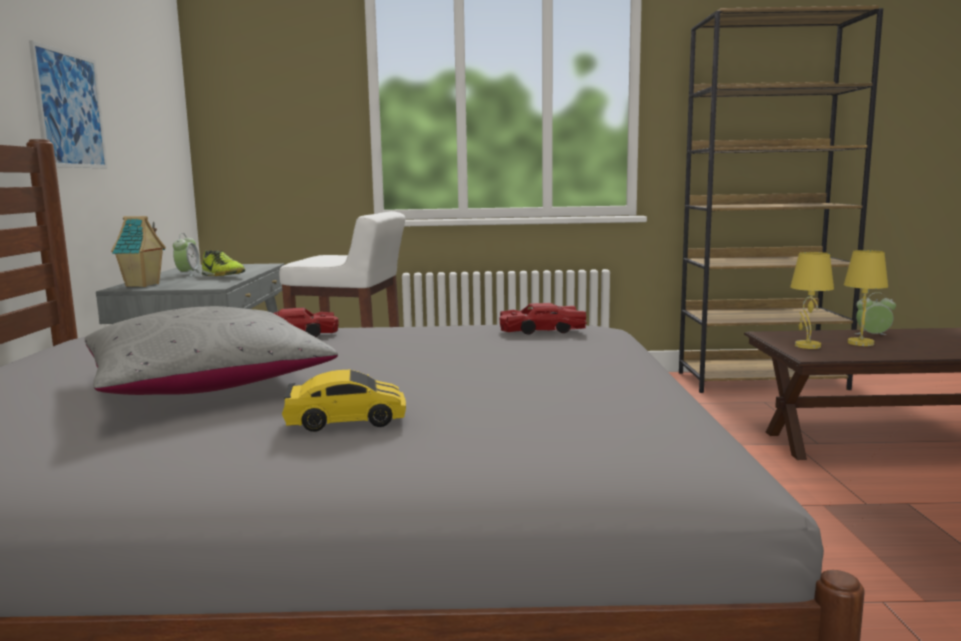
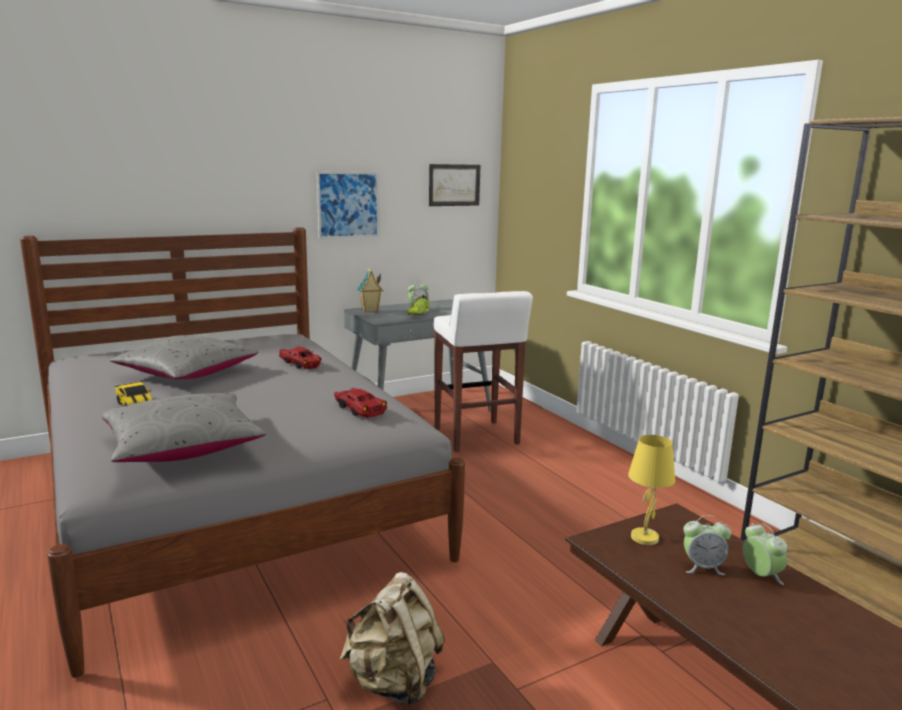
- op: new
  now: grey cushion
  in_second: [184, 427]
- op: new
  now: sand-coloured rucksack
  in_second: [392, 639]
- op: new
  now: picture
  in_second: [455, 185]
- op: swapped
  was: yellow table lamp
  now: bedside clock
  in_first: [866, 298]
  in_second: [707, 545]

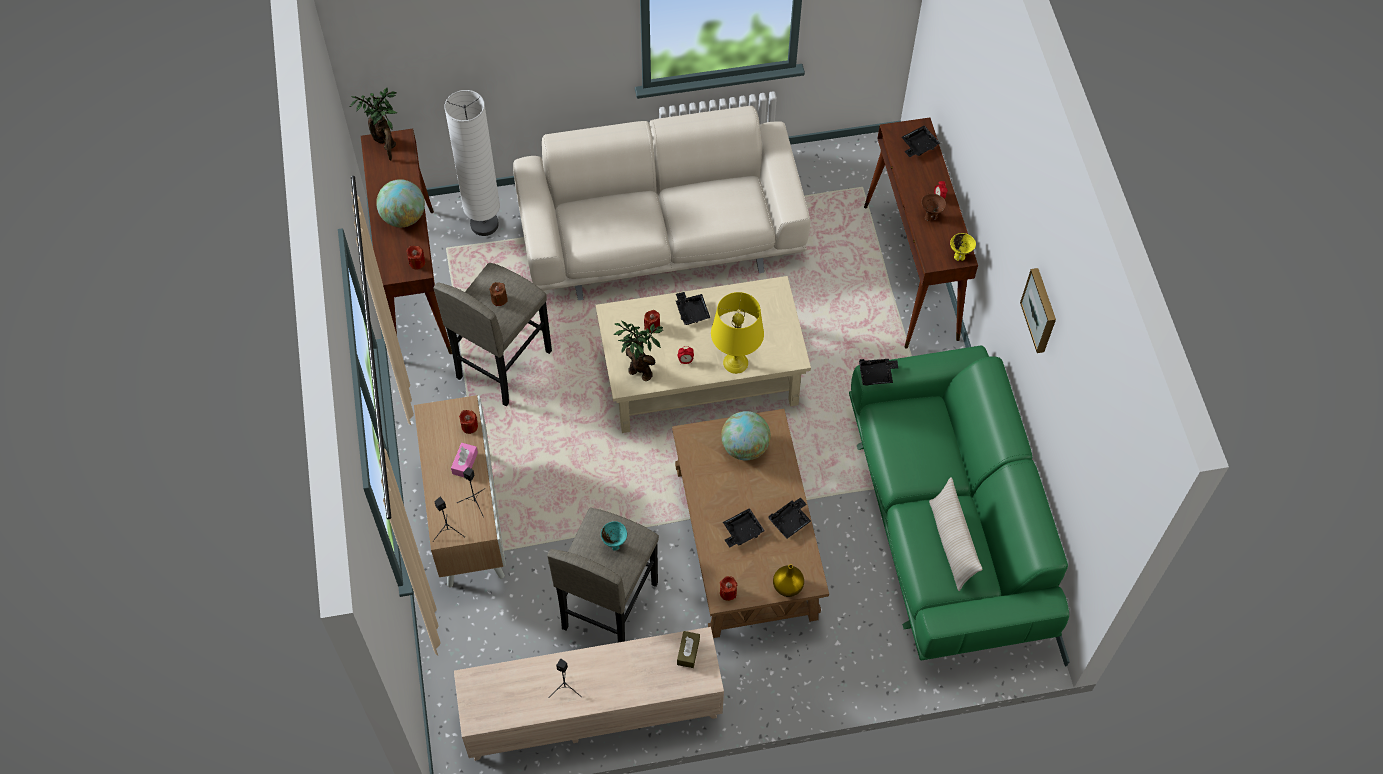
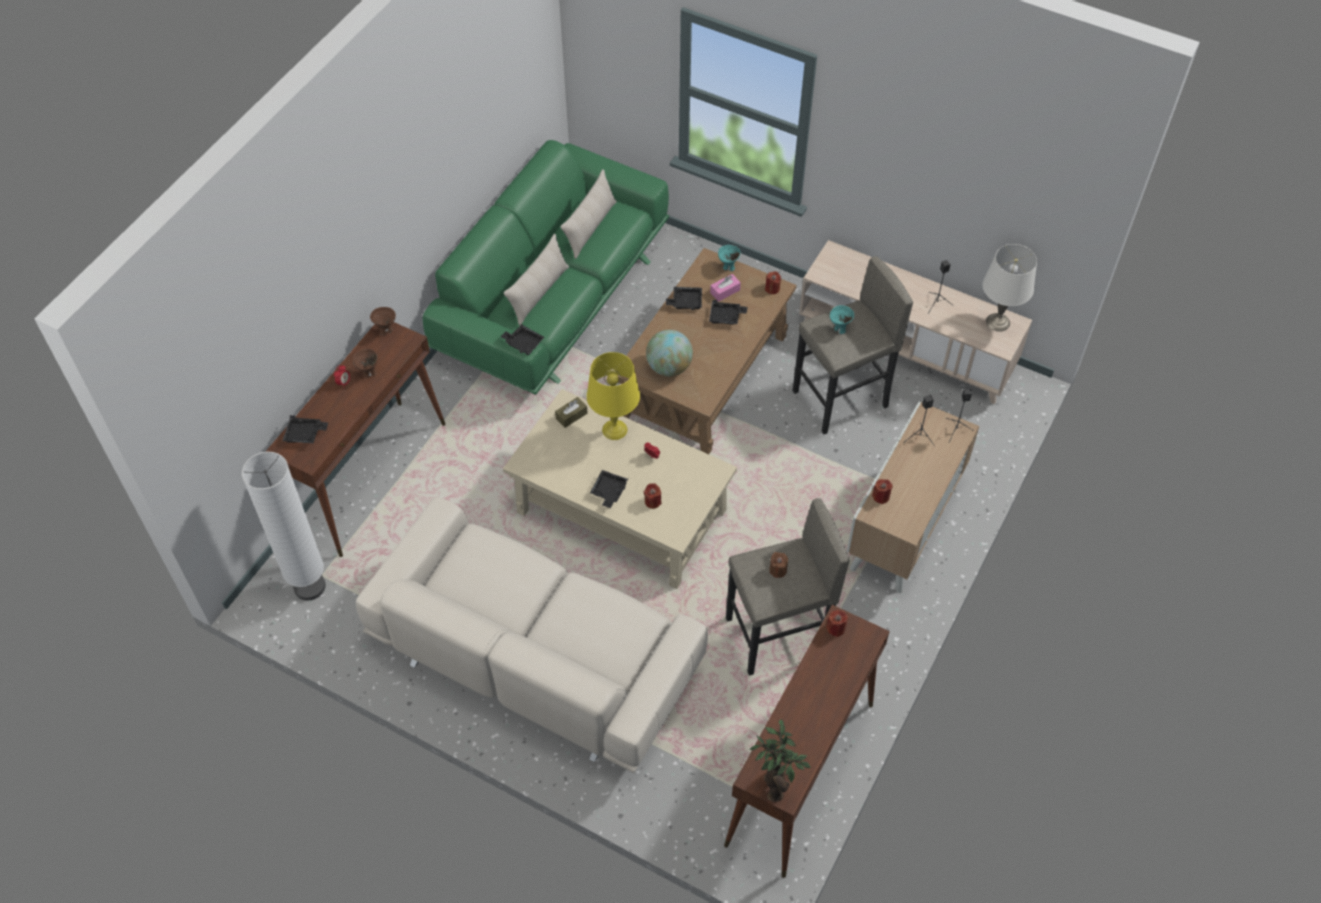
- op: gone
  was: globe
  in_first: [400, 203]
- op: gone
  was: houseplant
  in_first: [638, 350]
- op: gone
  was: picture
  in_first: [1038, 310]
- op: new
  now: sand-coloured cushion
  in_second: [536, 280]
- op: new
  now: whitish table lamp
  in_second: [1010, 288]
- op: shifted
  was: whitish standard lamp
  in_first: [472, 163]
  in_second: [284, 526]
- op: shifted
  was: pinkish box of tissues
  in_first: [464, 460]
  in_second: [725, 288]
- op: shifted
  was: brown-coloured box of tissues
  in_first: [688, 649]
  in_second: [571, 412]
- op: swapped
  was: yellow vase
  now: turquoise-coloured deep dish
  in_first: [788, 580]
  in_second: [729, 258]
- op: repainted
  was: yellow deep dish
  now: brown-coloured deep dish
  in_first: [963, 247]
  in_second: [383, 321]

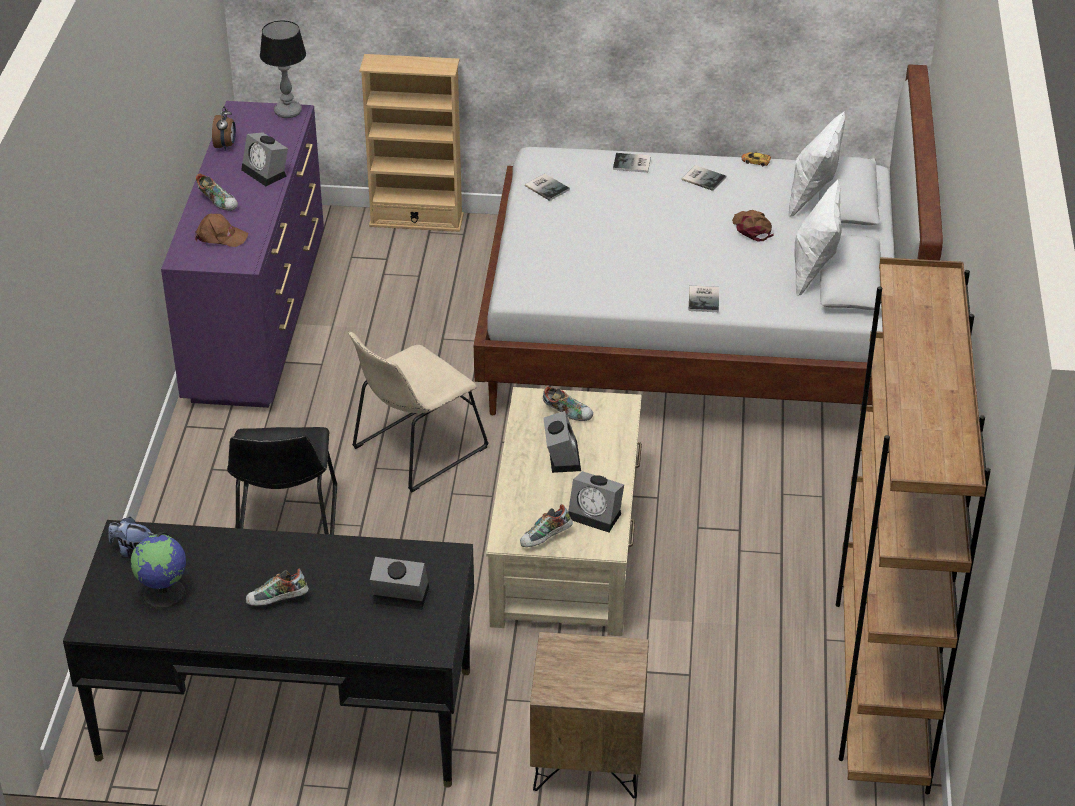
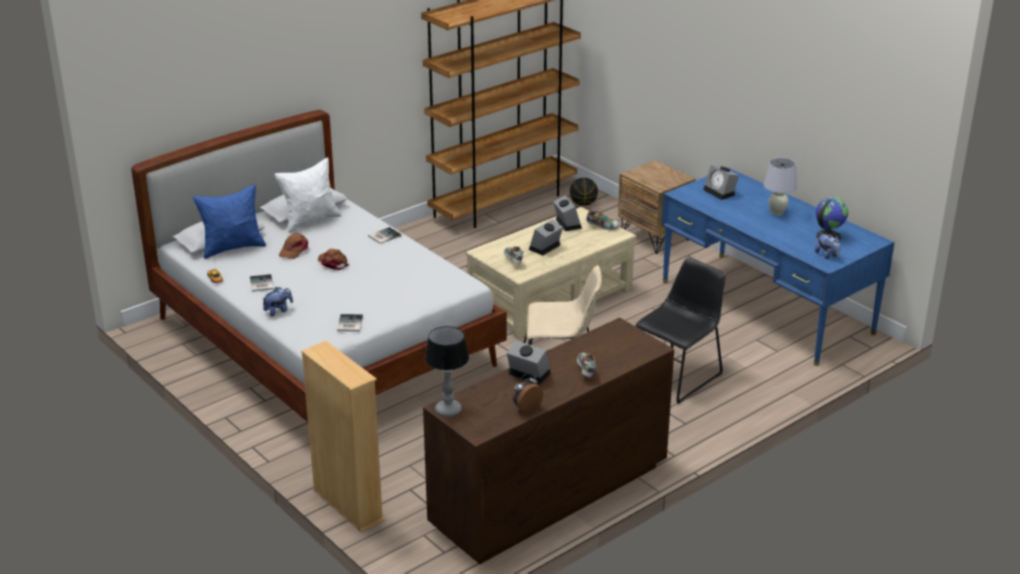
- op: new
  now: basketball ball
  in_second: [584, 192]
- op: shifted
  was: brown-coloured cap
  in_first: [221, 230]
  in_second: [333, 259]
- op: swapped
  was: shoe
  now: whitish table lamp
  in_first: [277, 587]
  in_second: [780, 187]
- op: swapped
  was: bound book
  now: cuddly toy
  in_first: [632, 163]
  in_second: [277, 302]
- op: repainted
  was: blackish desk unit
  now: blue-coloured desk unit
  in_first: [268, 654]
  in_second: [777, 267]
- op: repainted
  was: purplish dresser
  now: brown-coloured dresser
  in_first: [242, 254]
  in_second: [548, 440]
- op: repainted
  was: whitish cushion
  now: blue-coloured cushion
  in_first: [817, 164]
  in_second: [229, 221]
- op: rotated
  was: bedside clock
  in_first: [264, 159]
  in_second: [529, 362]
  clockwise: -60

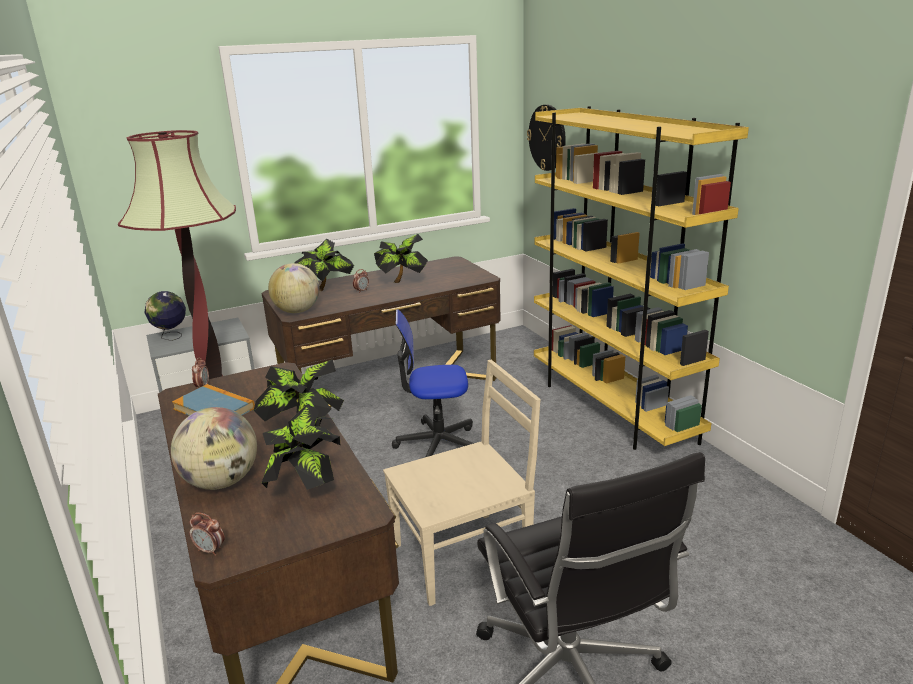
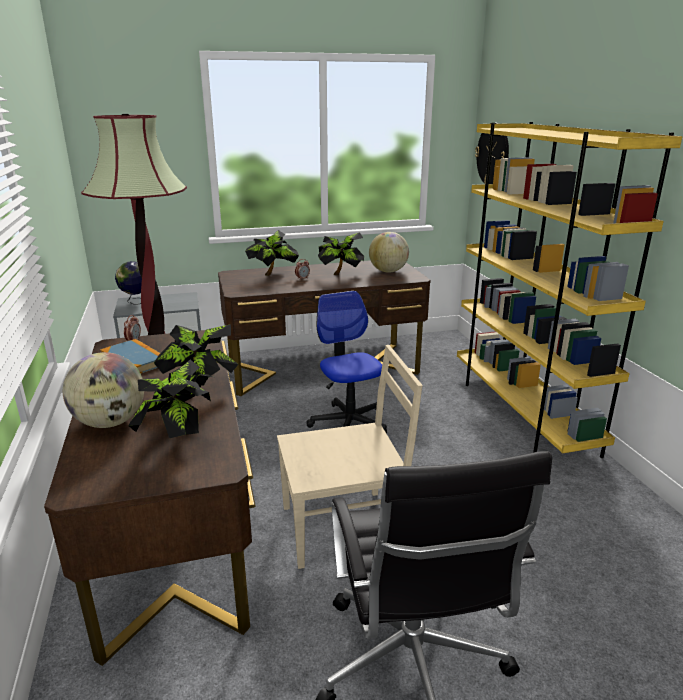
- op: gone
  was: bedside clock
  in_first: [207, 534]
- op: shifted
  was: globe
  in_first: [293, 288]
  in_second: [389, 252]
- op: rotated
  was: desk chair
  in_first: [433, 383]
  in_second: [346, 362]
  clockwise: 60

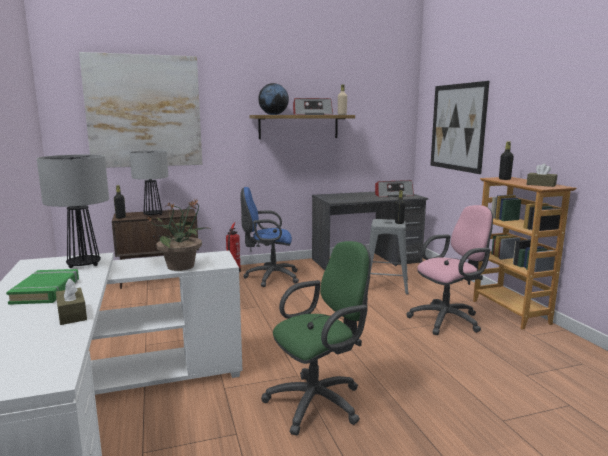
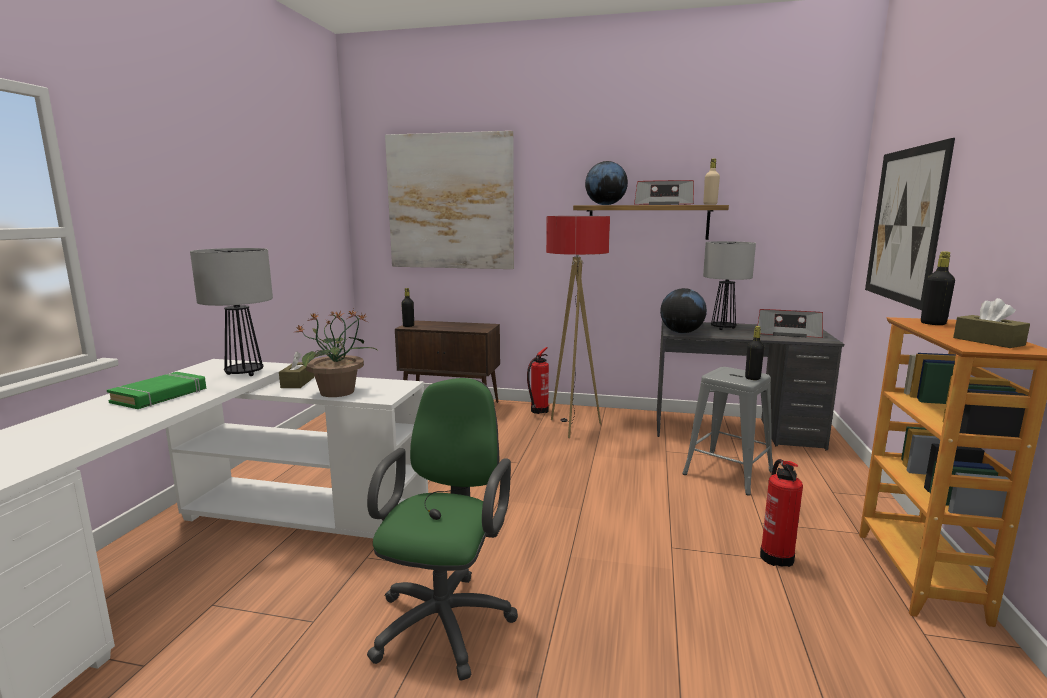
- op: new
  now: globe
  in_second: [683, 310]
- op: shifted
  was: brown-coloured box of tissues
  in_first: [71, 301]
  in_second: [296, 369]
- op: shifted
  was: table lamp
  in_first: [149, 183]
  in_second: [729, 285]
- op: swapped
  was: blue-coloured desk chair
  now: standard lamp
  in_first: [269, 237]
  in_second: [578, 327]
- op: swapped
  was: pinkish desk chair
  now: fire-fighting cylinder
  in_first: [449, 270]
  in_second: [781, 513]
- op: rotated
  was: greenish desk chair
  in_first: [316, 338]
  in_second: [442, 529]
  clockwise: -75

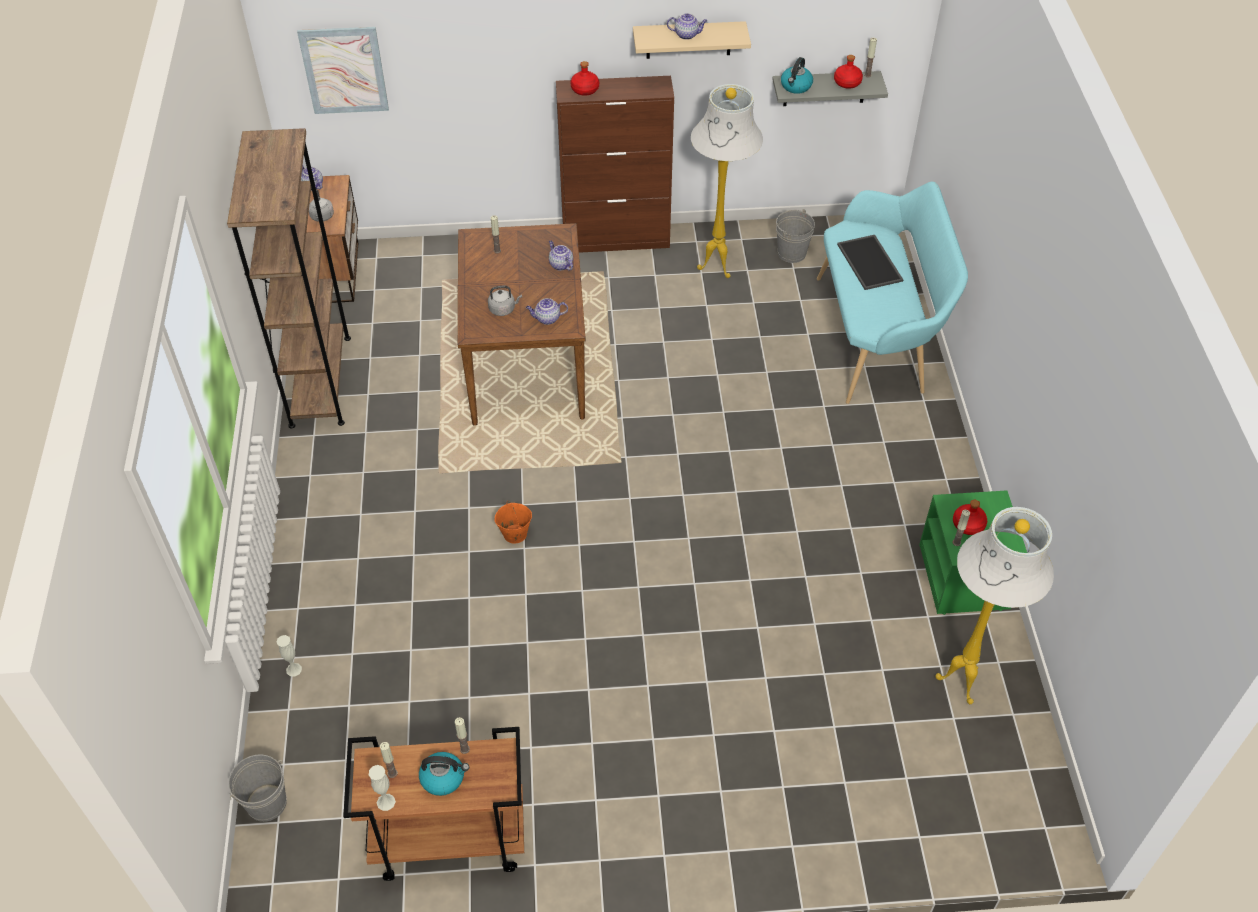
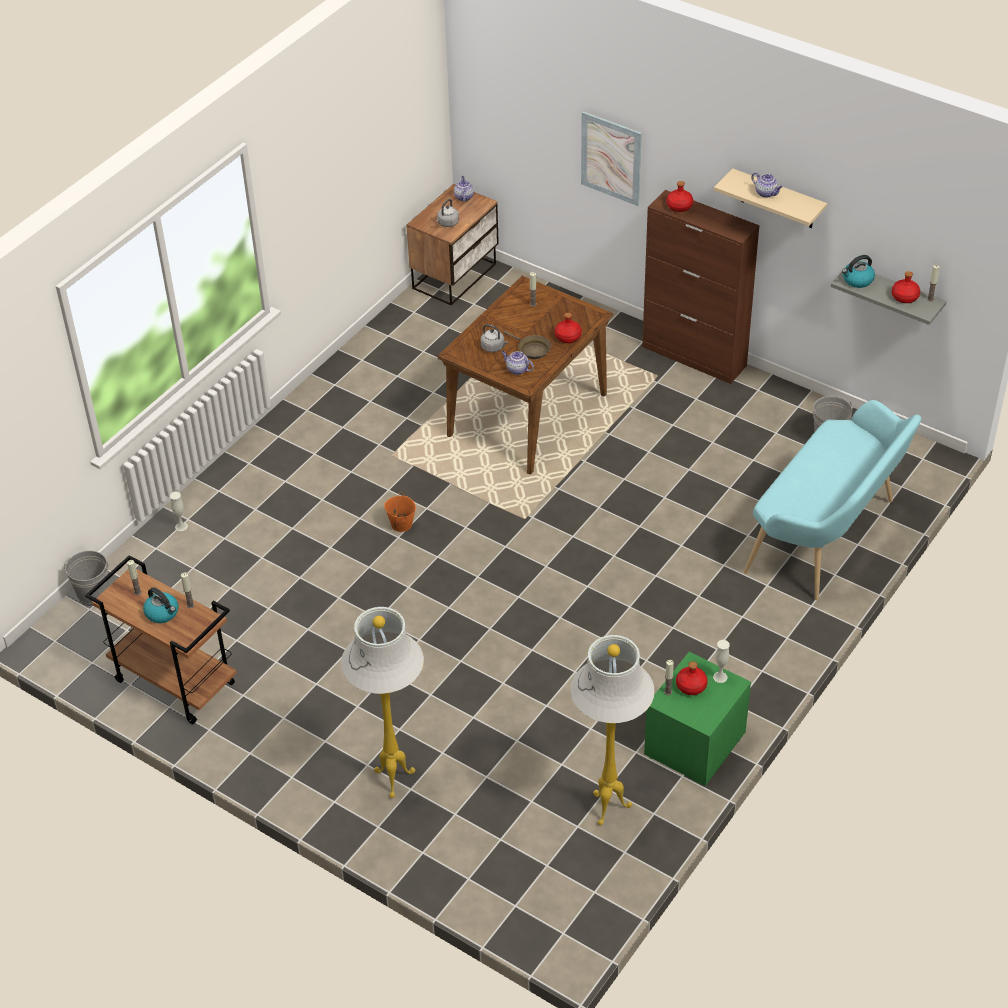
- op: gone
  was: brown-coloured shelving unit
  in_first: [289, 278]
- op: gone
  was: carrying tray
  in_first: [870, 262]
- op: new
  now: brown-coloured skillet
  in_second: [527, 345]
- op: shifted
  was: picture
  in_first: [343, 70]
  in_second: [611, 158]
- op: shifted
  was: whitish vase
  in_first: [382, 788]
  in_second: [721, 661]
- op: shifted
  was: whitish standard lamp
  in_first: [727, 181]
  in_second: [382, 702]
- op: swapped
  was: teapot
  now: reddish bottle
  in_first: [561, 256]
  in_second: [568, 328]

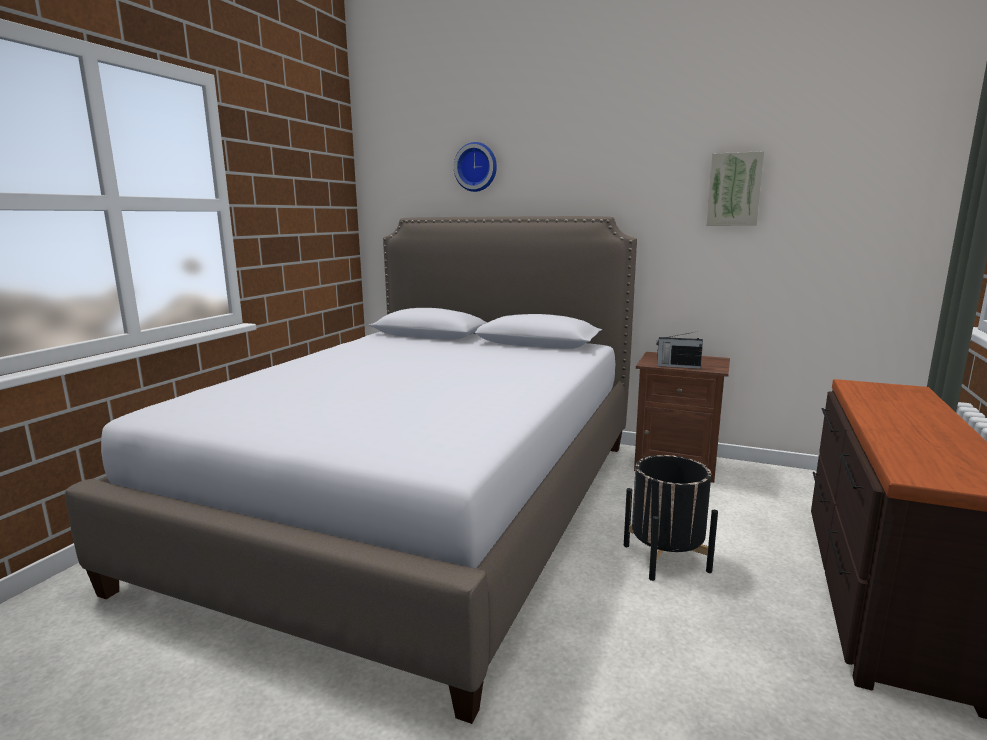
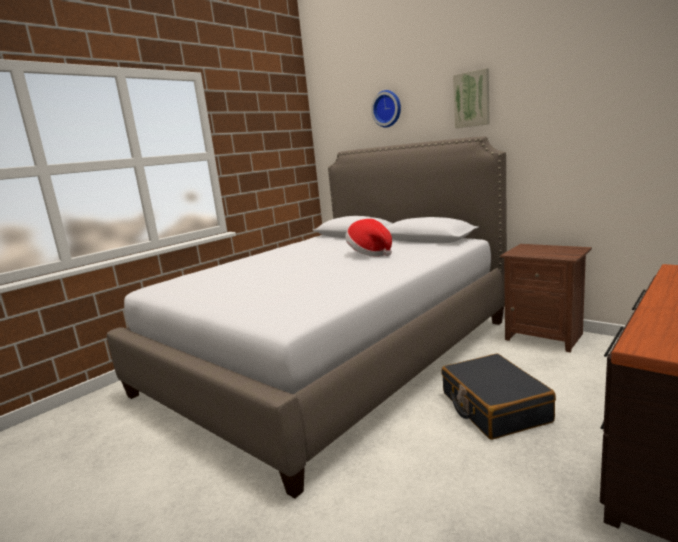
- op: gone
  was: radio set
  in_first: [680, 350]
- op: new
  now: clothing hat
  in_second: [368, 237]
- op: shifted
  was: picture
  in_first: [735, 188]
  in_second: [471, 98]
- op: swapped
  was: blackish plant pot
  now: blackish piece of luggage
  in_first: [671, 518]
  in_second: [499, 397]

